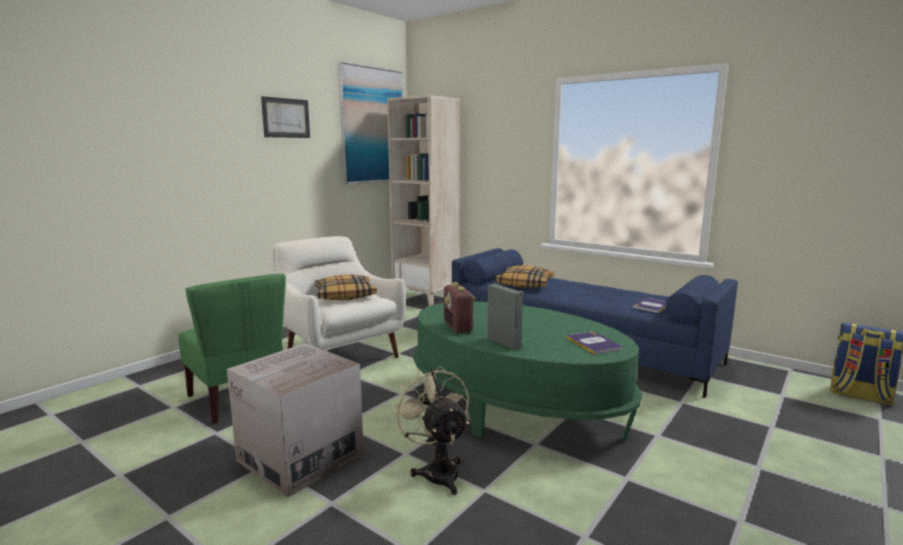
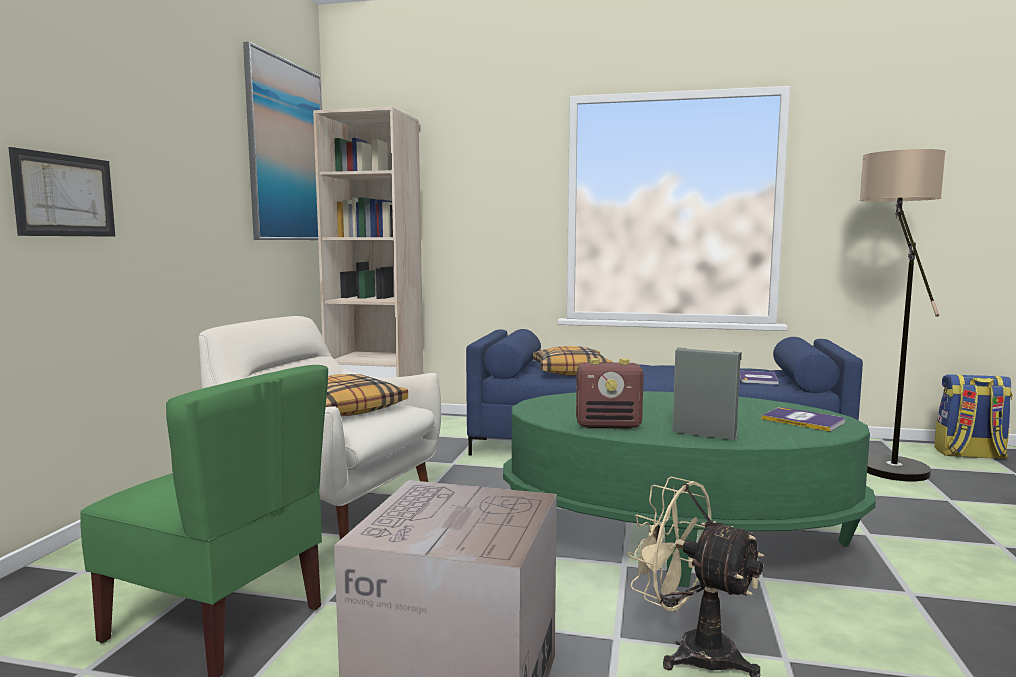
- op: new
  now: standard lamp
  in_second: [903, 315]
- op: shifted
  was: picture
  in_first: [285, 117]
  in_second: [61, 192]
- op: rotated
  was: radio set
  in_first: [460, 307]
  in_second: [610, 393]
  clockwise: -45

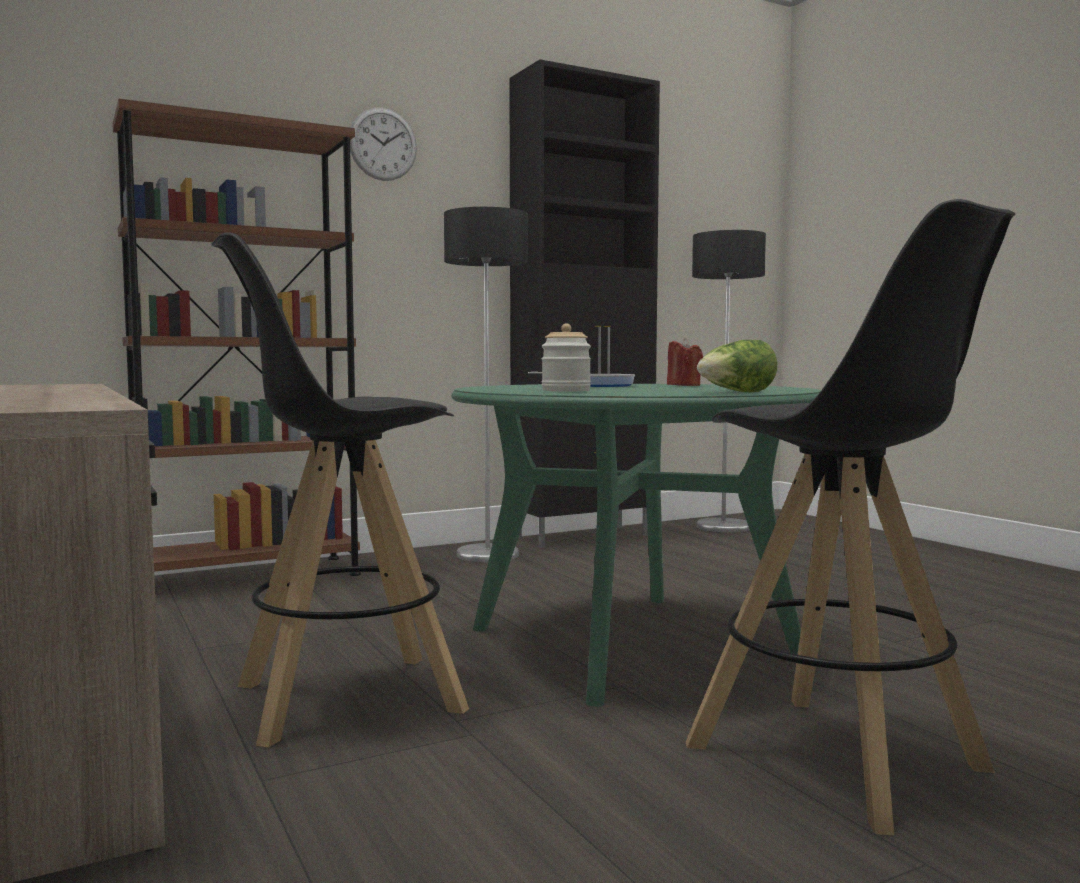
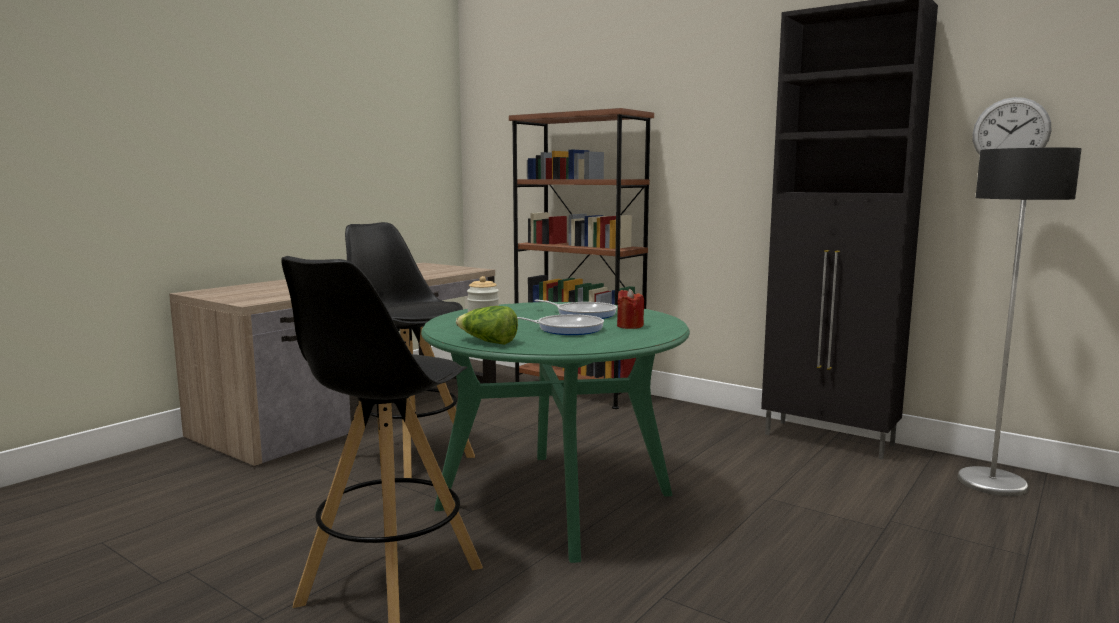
- op: gone
  was: standard lamp
  in_first: [486, 384]
- op: new
  now: skillet
  in_second: [560, 324]
- op: shifted
  was: wall clock
  in_first: [383, 144]
  in_second: [1012, 126]

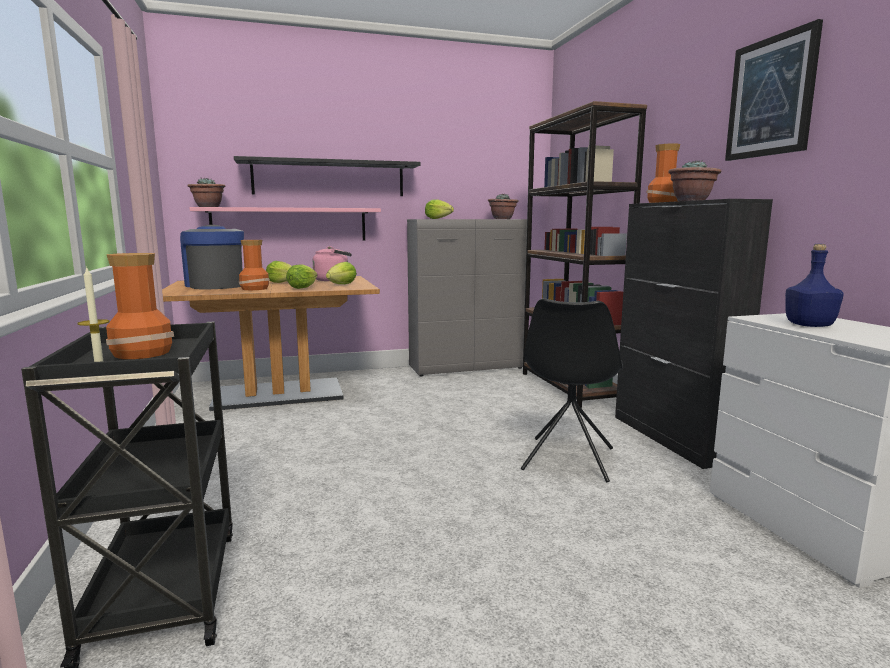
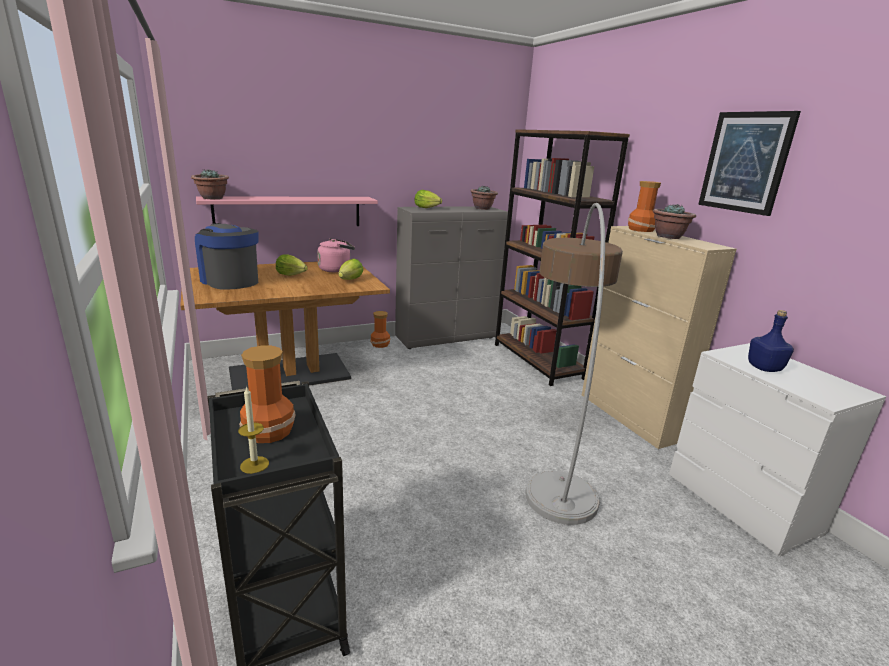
- op: gone
  was: blackish bracket shelf
  in_first: [327, 176]
- op: gone
  was: lettuce
  in_first: [301, 277]
- op: shifted
  was: vase
  in_first: [254, 265]
  in_second: [380, 329]
- op: swapped
  was: blackish upright chair
  now: standard lamp
  in_first: [572, 390]
  in_second: [574, 364]
- op: repainted
  was: blackish cupboard
  now: sand-coloured cupboard
  in_first: [694, 334]
  in_second: [659, 337]

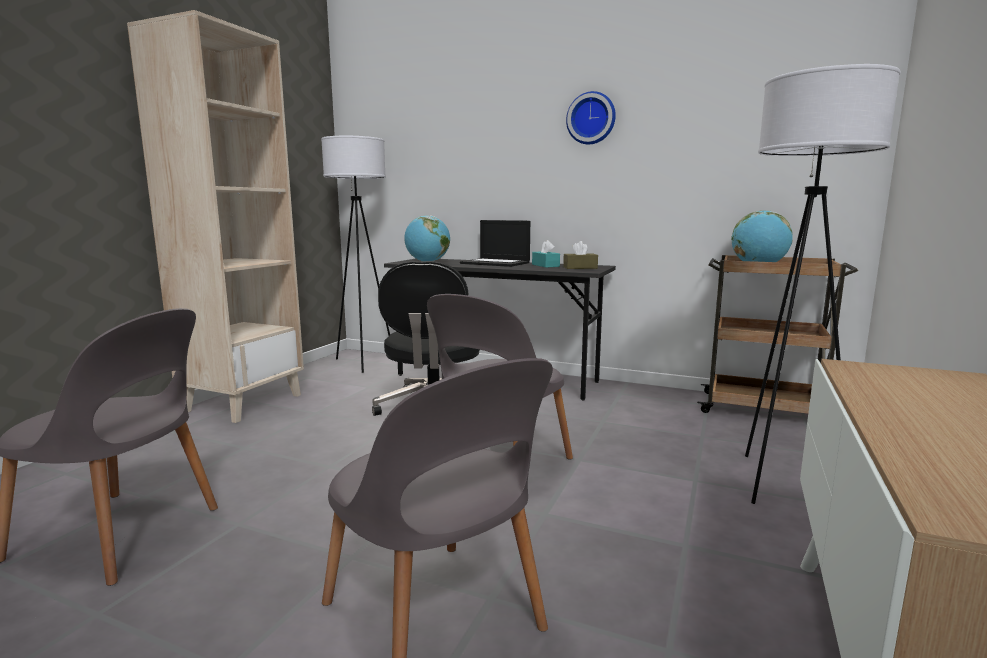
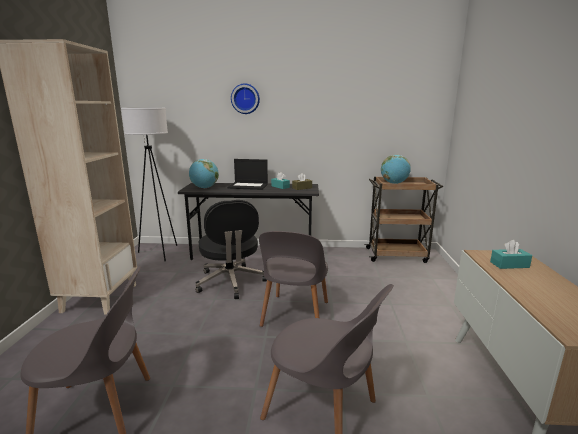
- op: gone
  was: whitish standard lamp
  in_first: [823, 284]
- op: new
  now: turquoise-coloured box of tissues
  in_second: [511, 254]
- op: shifted
  was: wall clock
  in_first: [591, 117]
  in_second: [245, 99]

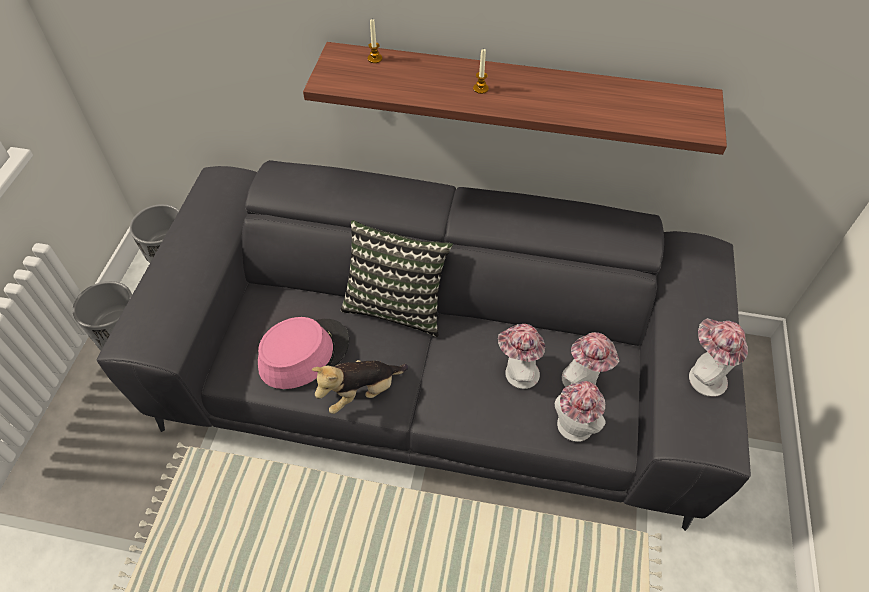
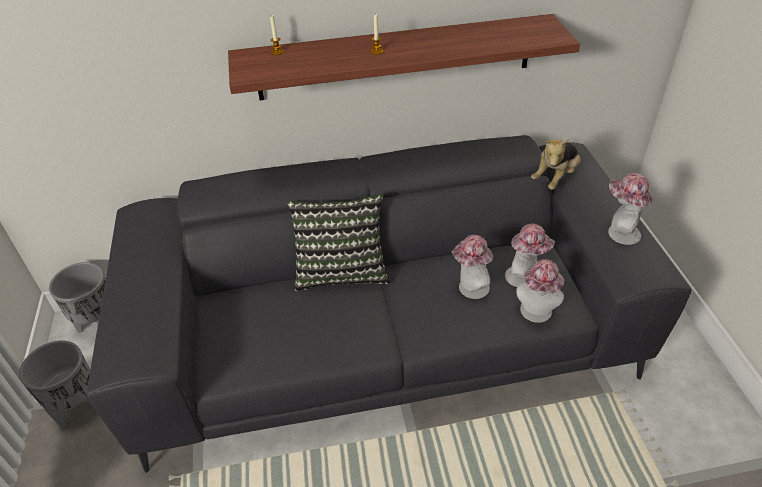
- op: gone
  was: pinkish clothing hat
  in_first: [303, 353]
- op: shifted
  was: cuddly toy
  in_first: [360, 387]
  in_second: [555, 164]

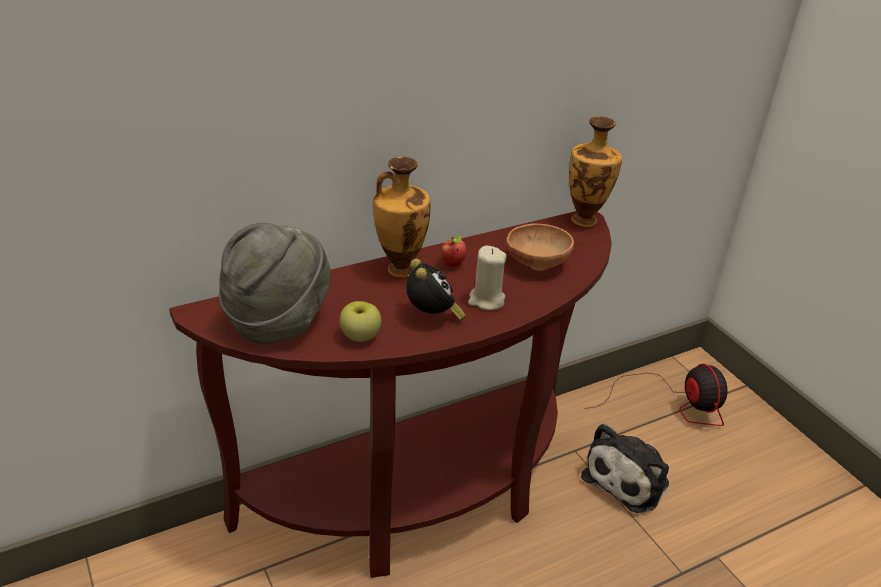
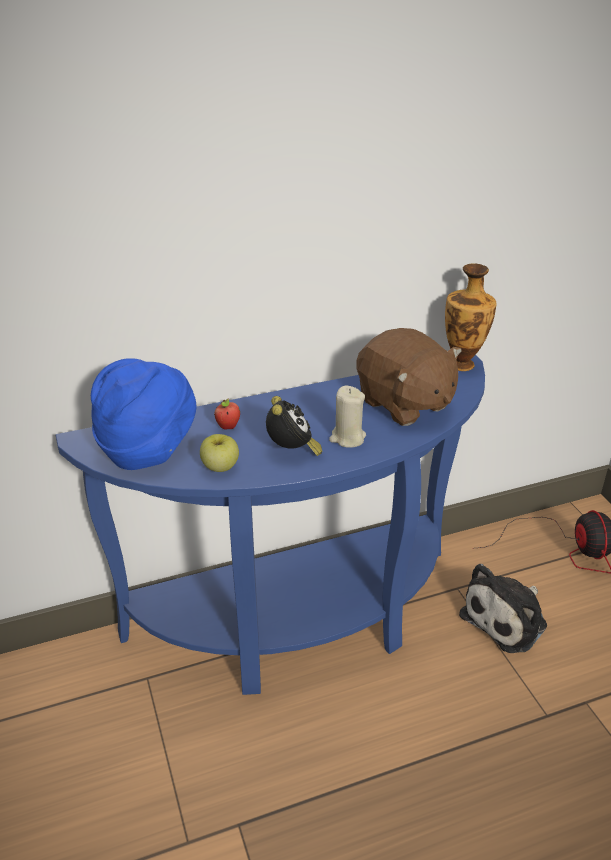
- op: gone
  was: vase
  in_first: [401, 217]
- op: shifted
  was: apple fruit
  in_first: [454, 251]
  in_second: [227, 414]
- op: swapped
  was: brown-coloured deep dish
  now: brown-coloured cuddly toy
  in_first: [540, 247]
  in_second: [409, 377]
- op: repainted
  was: brown-coloured console table
  now: blue-coloured console table
  in_first: [390, 394]
  in_second: [270, 525]
- op: repainted
  was: grey clothing hat
  now: blue-coloured clothing hat
  in_first: [275, 283]
  in_second: [143, 414]

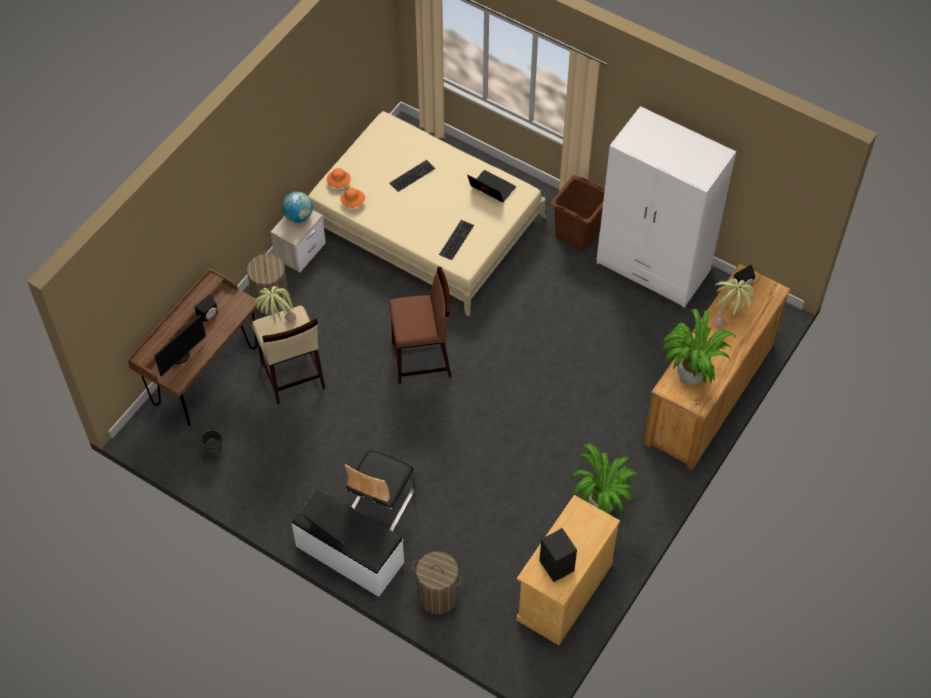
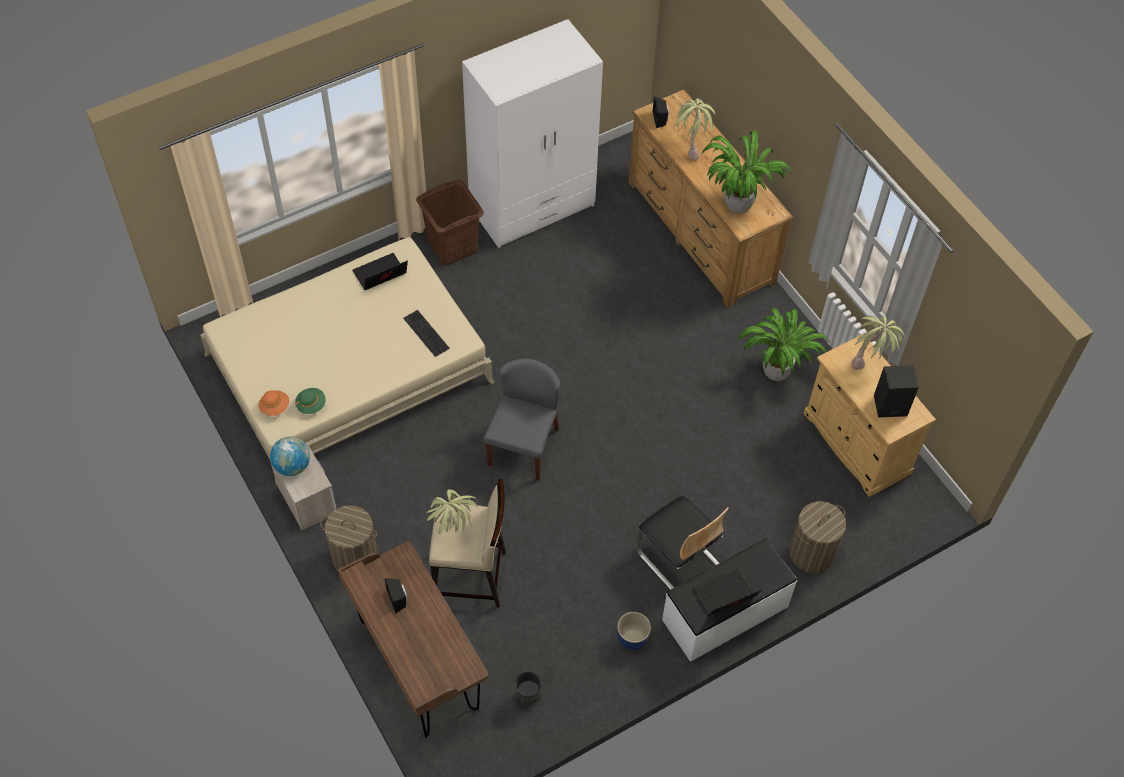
- op: gone
  was: computer screen
  in_first: [180, 345]
- op: gone
  was: computer keyboard
  in_first: [412, 176]
- op: new
  now: plant pot
  in_second: [634, 631]
- op: new
  now: houseplant
  in_second: [878, 343]
- op: swapped
  was: brown-coloured stool seat
  now: grey upright chair
  in_first: [420, 325]
  in_second: [522, 419]
- op: repainted
  was: orangey clothing hat
  now: greenish clothing hat
  in_first: [352, 198]
  in_second: [310, 401]

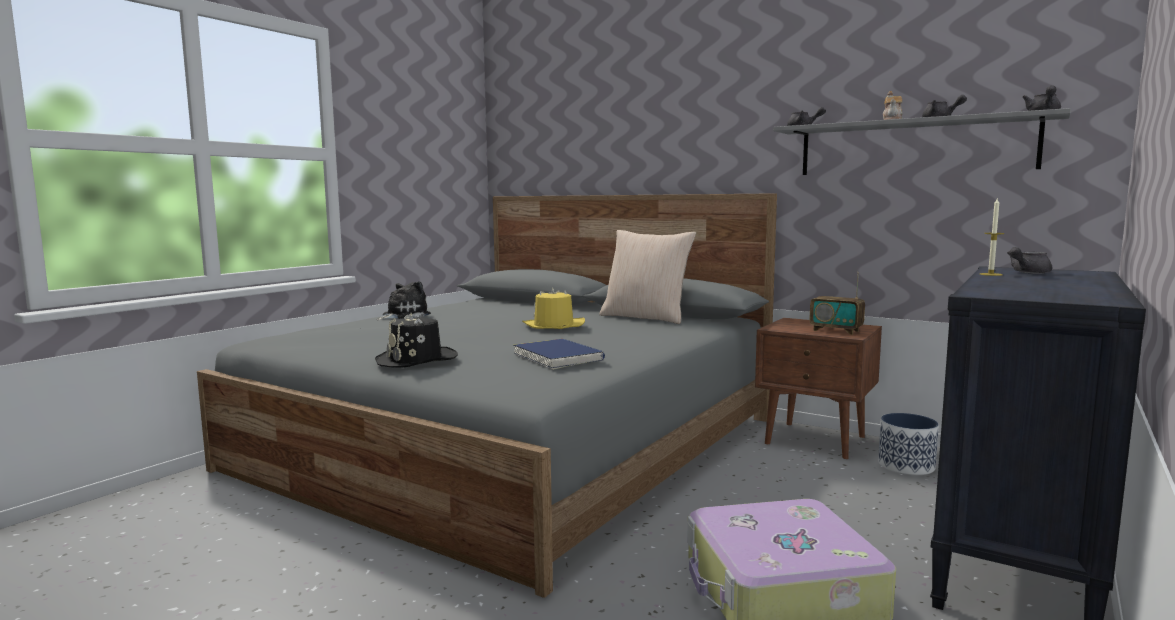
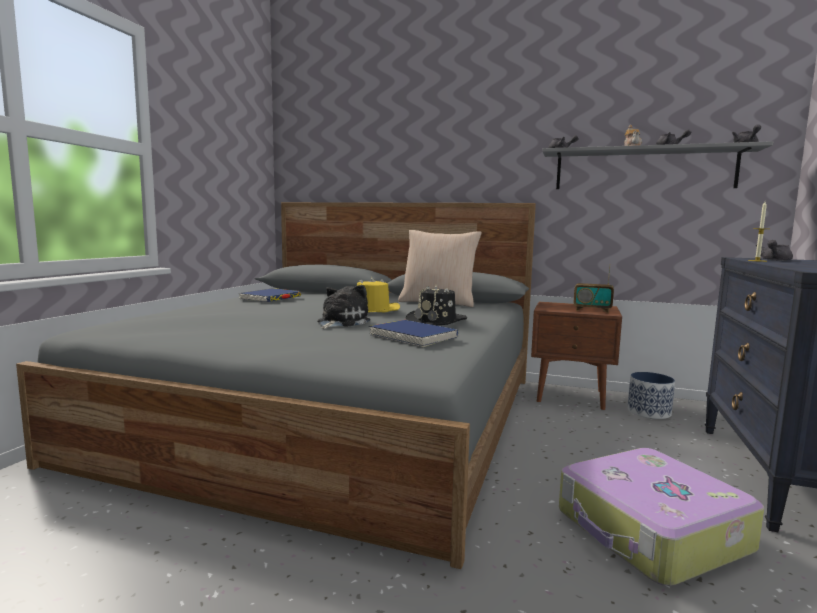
- op: new
  now: blue-coloured bound book
  in_second: [270, 295]
- op: shifted
  was: blackish clothing hat
  in_first: [416, 340]
  in_second: [436, 305]
- op: shifted
  was: cuddly toy
  in_first: [403, 300]
  in_second: [343, 307]

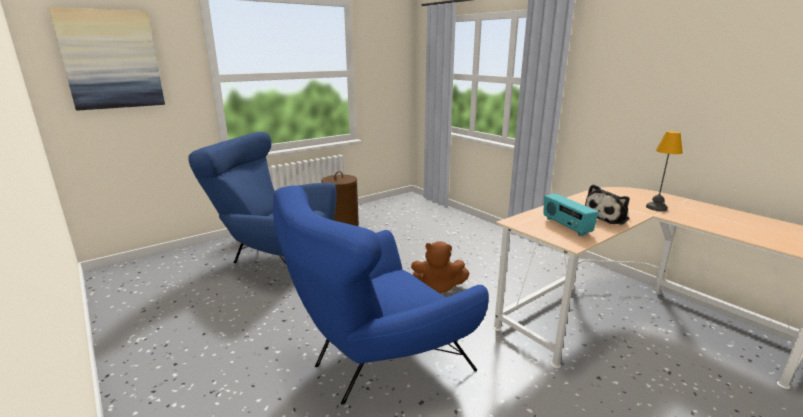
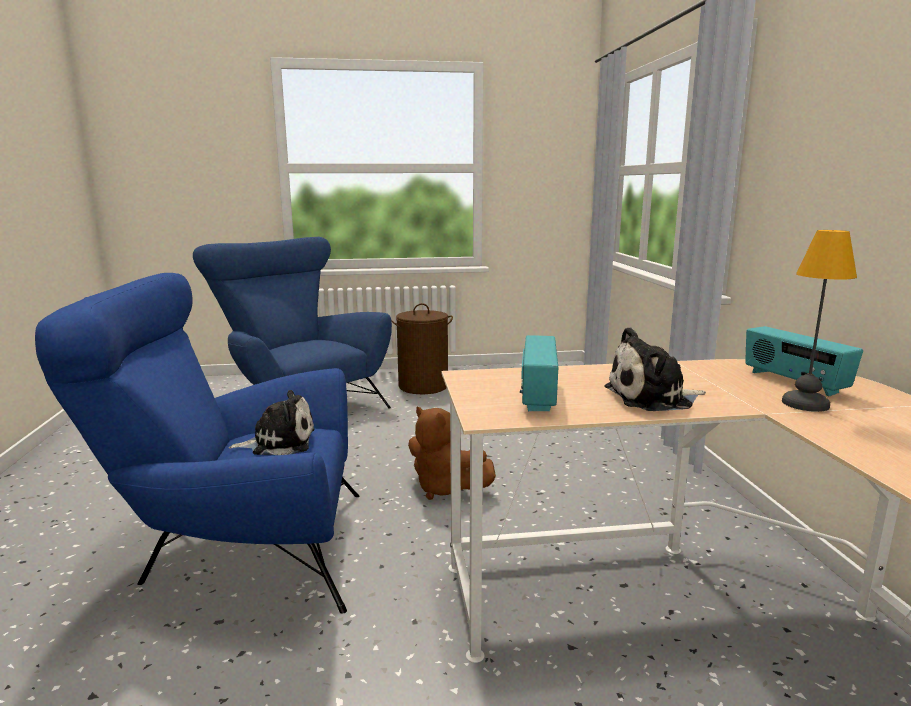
- op: gone
  was: picture
  in_first: [107, 59]
- op: new
  now: cuddly toy
  in_second: [271, 422]
- op: new
  now: radio set
  in_second: [804, 361]

